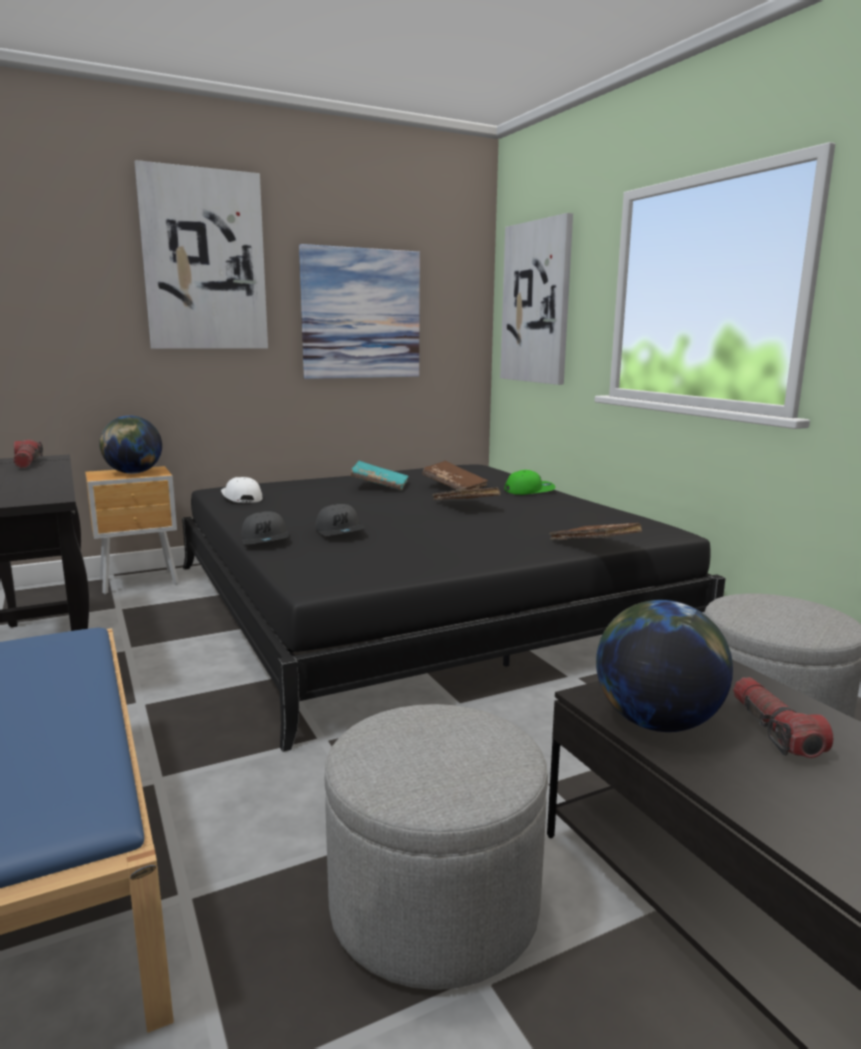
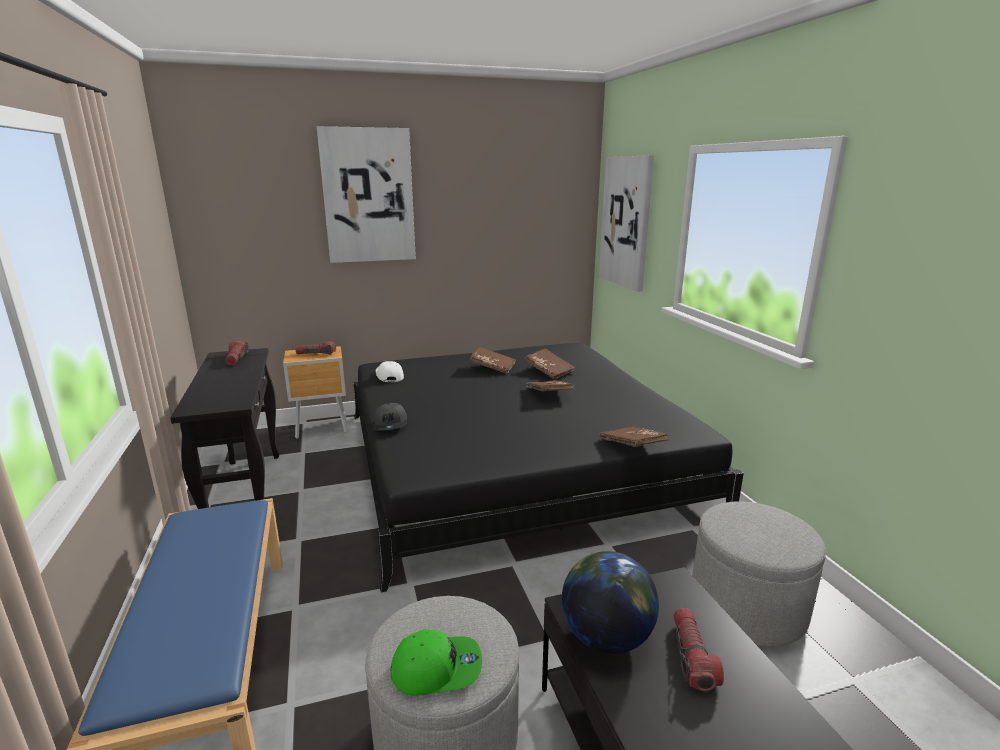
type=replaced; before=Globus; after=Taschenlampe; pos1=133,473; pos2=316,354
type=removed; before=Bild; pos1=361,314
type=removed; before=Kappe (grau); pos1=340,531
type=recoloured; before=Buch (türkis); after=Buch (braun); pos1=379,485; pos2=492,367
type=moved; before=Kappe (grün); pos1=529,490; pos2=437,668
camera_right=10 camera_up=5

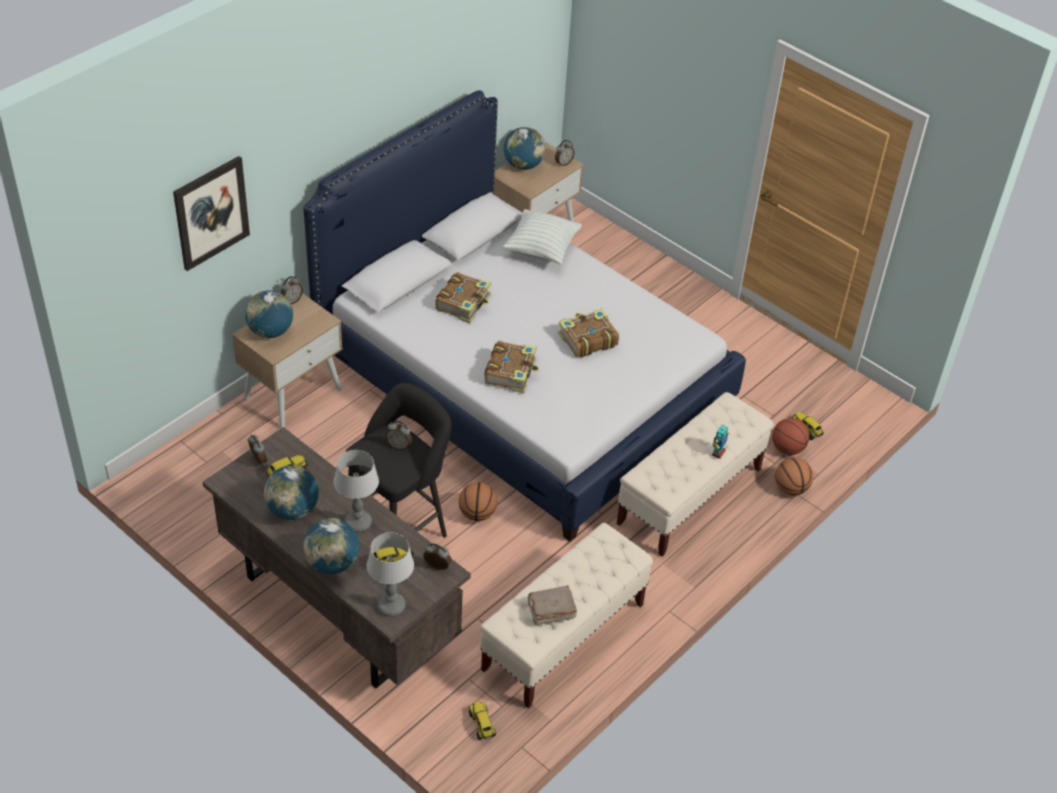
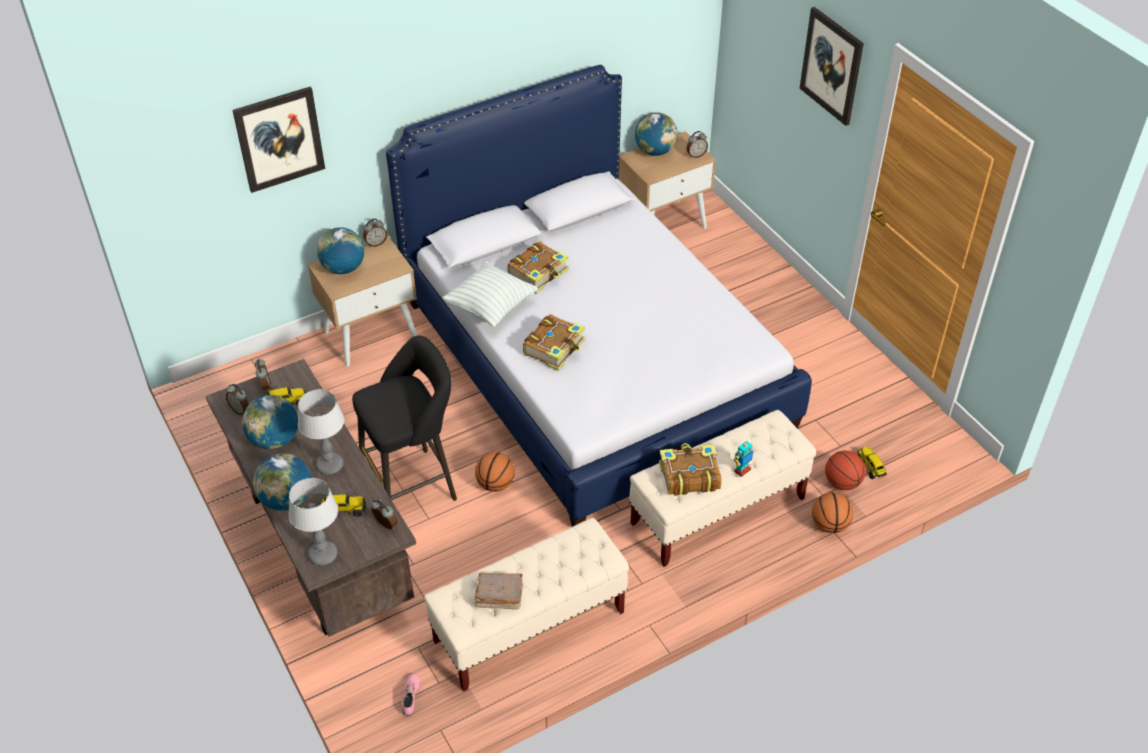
type=moved; before=Wecker; pos1=399,446; pos2=240,410
type=replaced; before=Spielzeuglaster; after=Schuh (rosa); pos1=482,725; pos2=411,697
type=moved; before=Kissen; pos1=541,250; pos2=491,307
type=moved; before=Buch; pos1=587,339; pos2=688,476
type=added; after=Bild; pos2=832,66
camera_right=20 camera_up=0

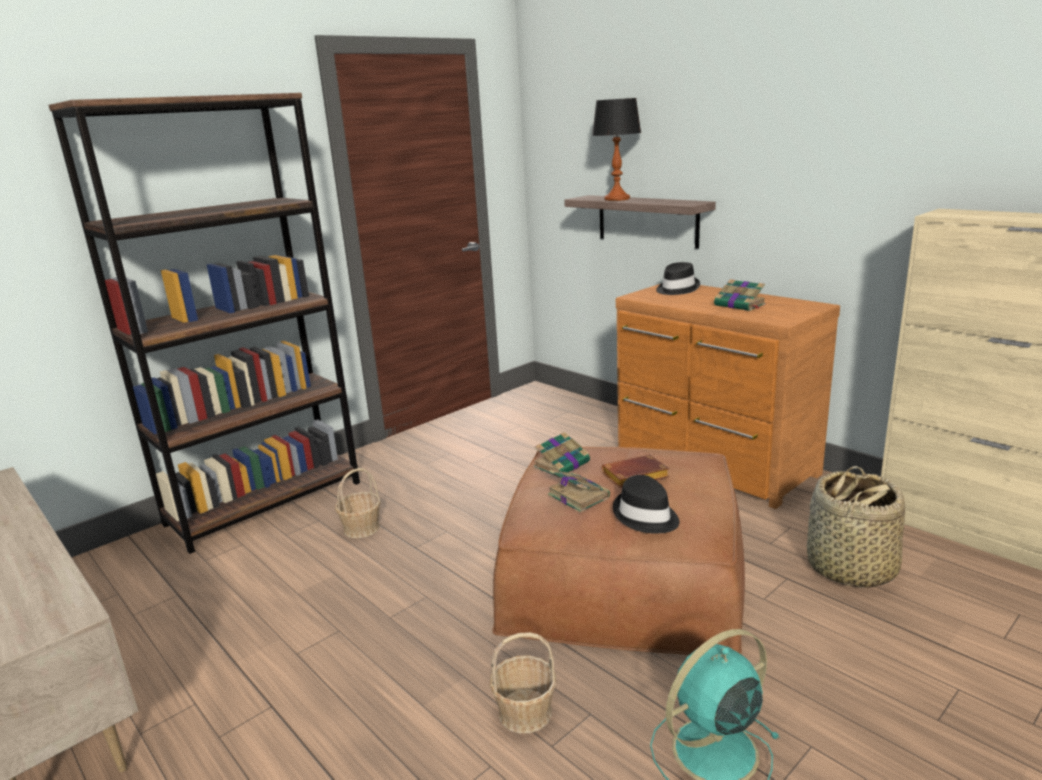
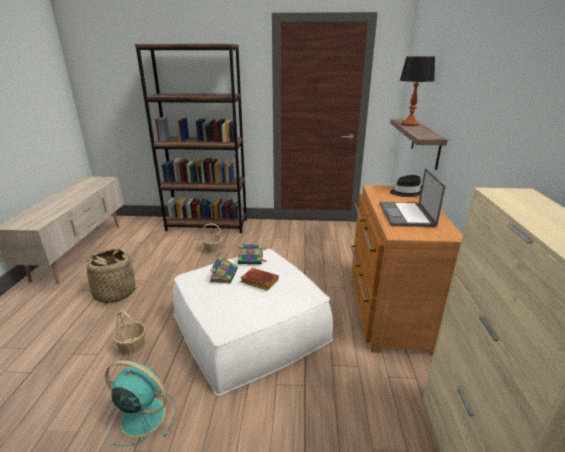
type=recoloured; before=Polsterhocker (braun); after=Polsterhocker (weiß); pos1=622,572; pos2=250,326
type=removed; before=Hut (schwarz); pos1=645,516
type=replaced; before=Buch; after=Laptop; pos1=740,305; pos2=407,215
type=moved; before=Korb; pos1=849,568; pos2=114,293
camera_right=45 camera_up=5

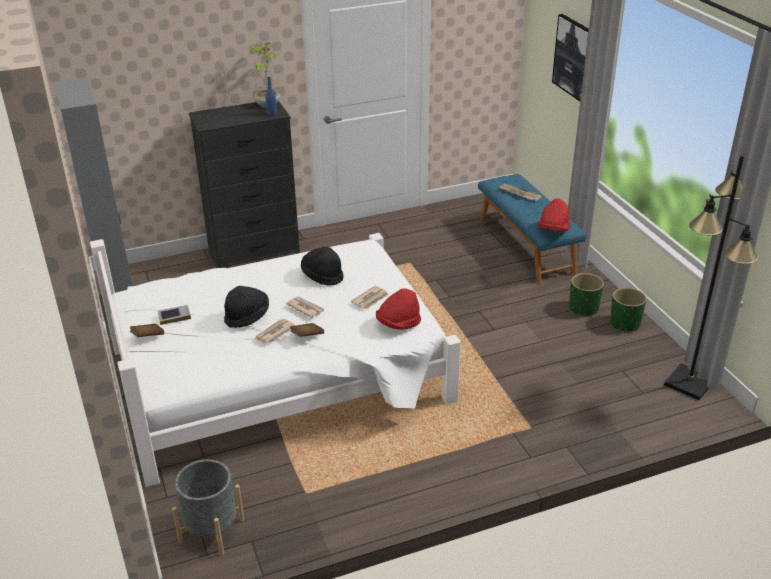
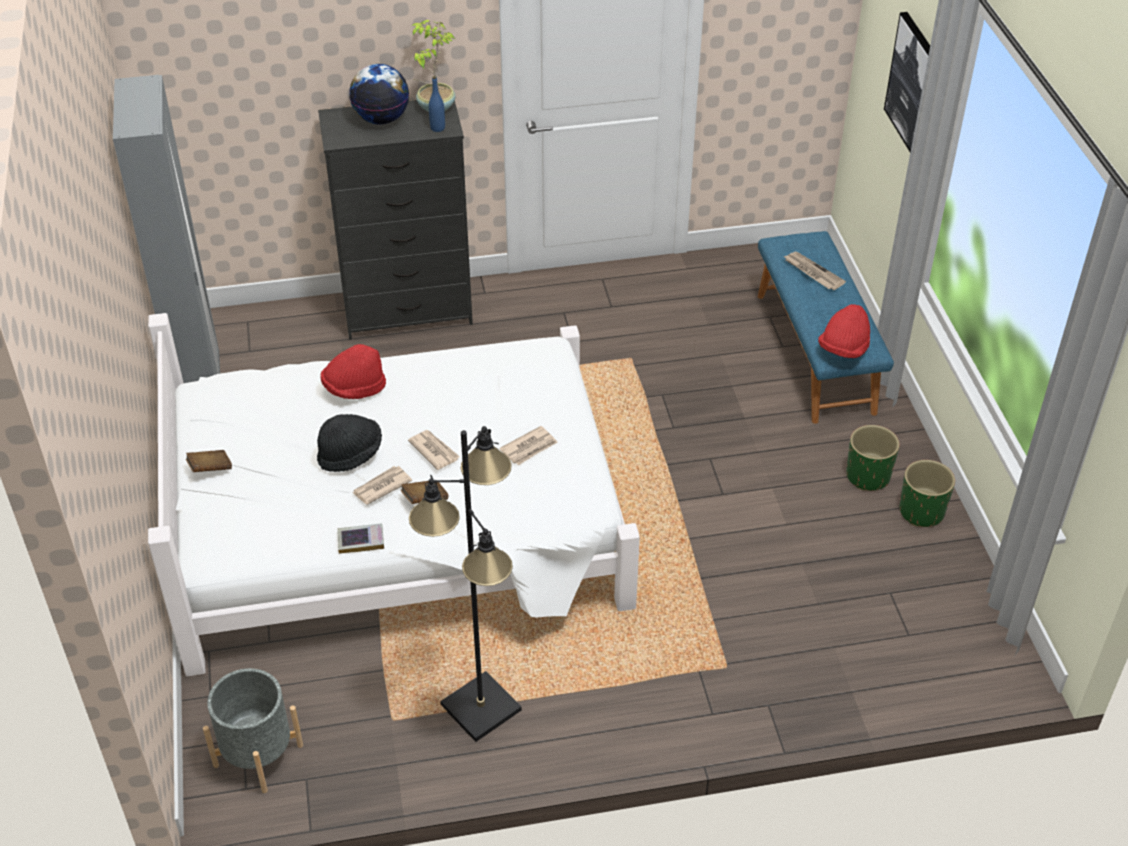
type=moved; before=Buch; pos1=174,316; pos2=361,541
type=removed; before=Hut (schwarz); pos1=322,276
type=moved; before=Hut (rot); pos1=398,324; pos2=354,388
type=moved; before=Stehlampe (schwarz); pos1=690,382; pos2=482,707
type=added; after=Globus; pos2=381,119
camera_right=10 camera_up=10

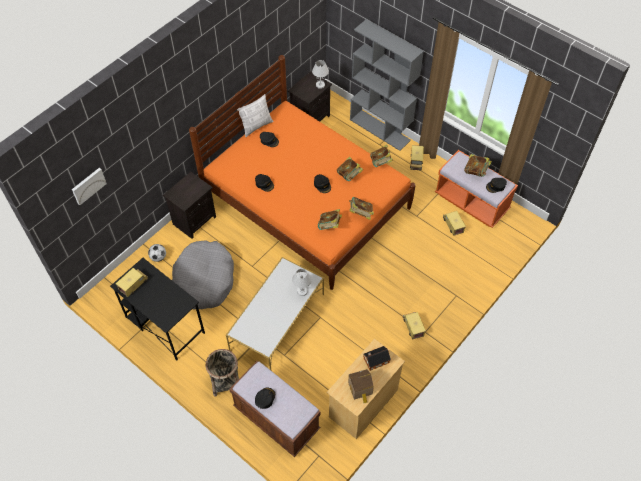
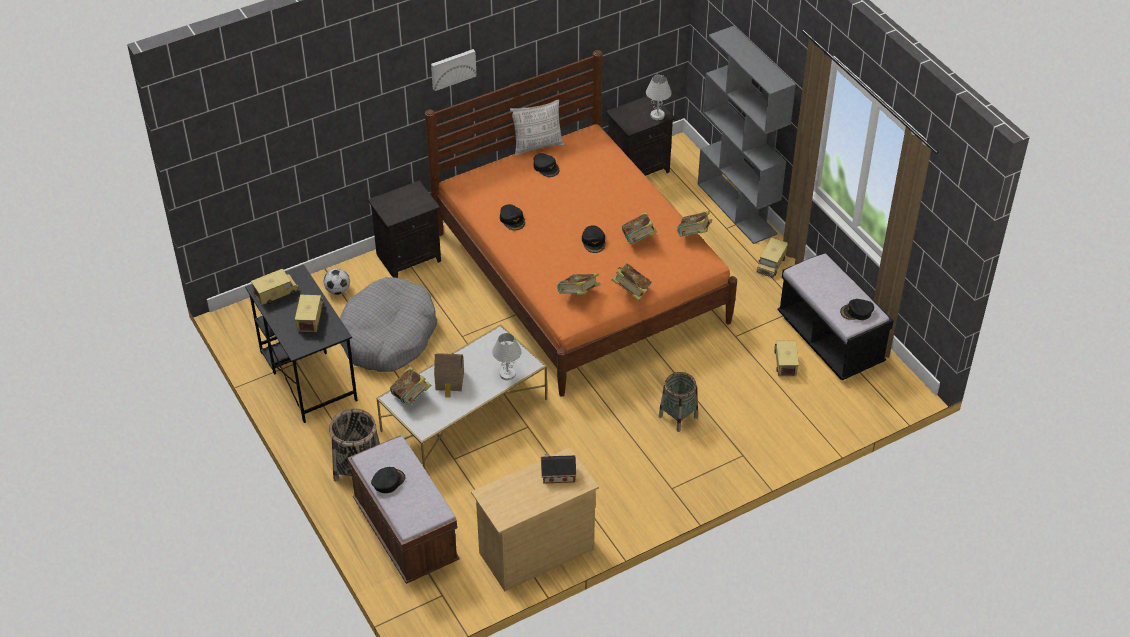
type=moved; before=Bild; pos1=88,185; pos2=452,68
type=moved; before=Spielzeughaus; pos1=360,389; pos2=450,382
type=moved; before=Spielzeuglaster; pos1=413,327; pos2=310,318
type=recoloured; before=Bank (orange); after=Bank (schwarz); pos1=471,202; pos2=830,340
type=moved; before=Buch; pos1=476,171; pos2=411,397
type=added; after=Korb; pos2=678,417
camera_right=20 camera_up=-10

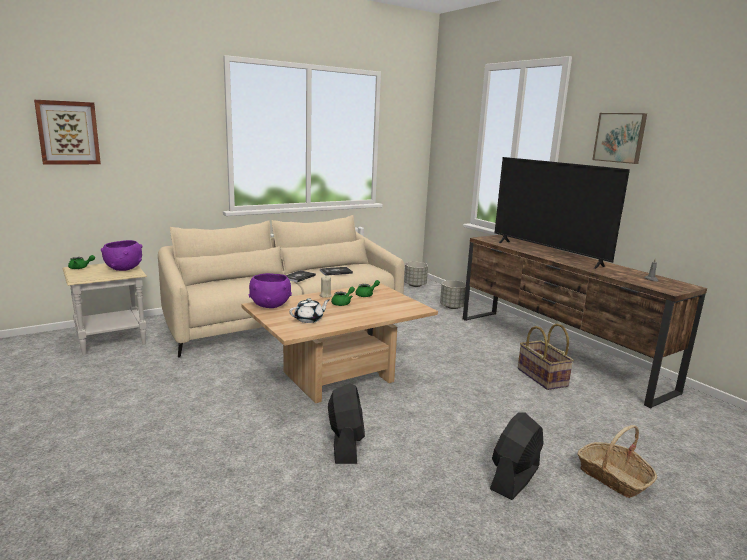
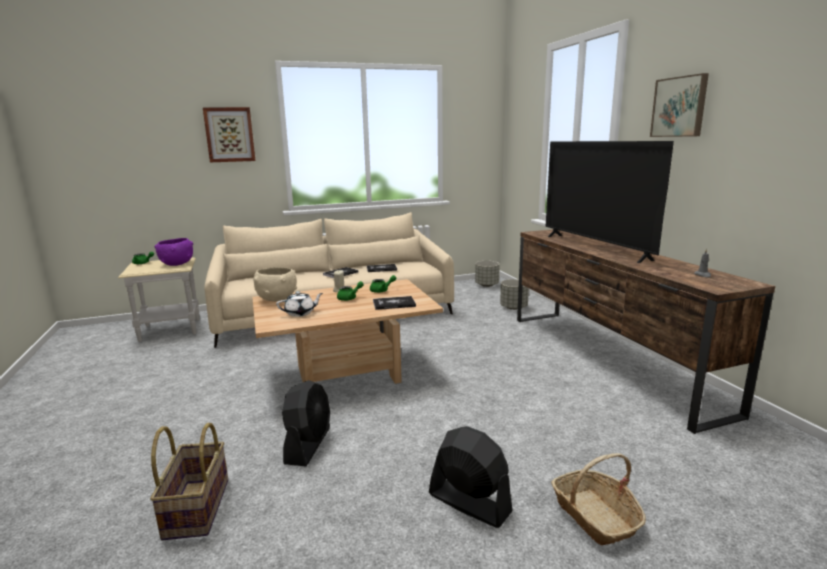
type=moved; before=Bild; pos1=68,133; pos2=229,135
type=recoloured; before=Schüssel (lila); after=Schüssel (beige); pos1=270,305; pos2=277,299
type=turned; before=Ventilator (schwarz); pos1=514,478; pos2=469,502; turn=75
type=moved; before=Korb; pos1=541,377; pos2=196,508
type=added; after=Buch; pos2=394,304
camera_right=15 camera_up=0

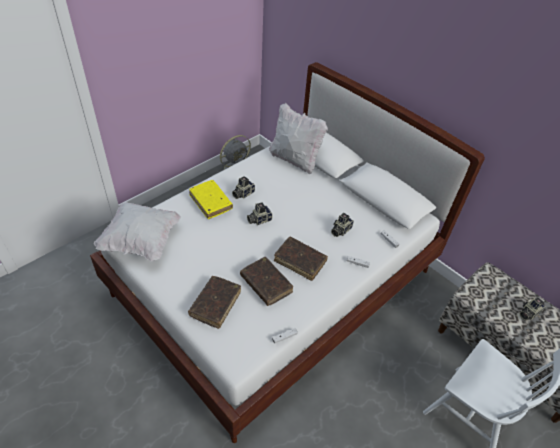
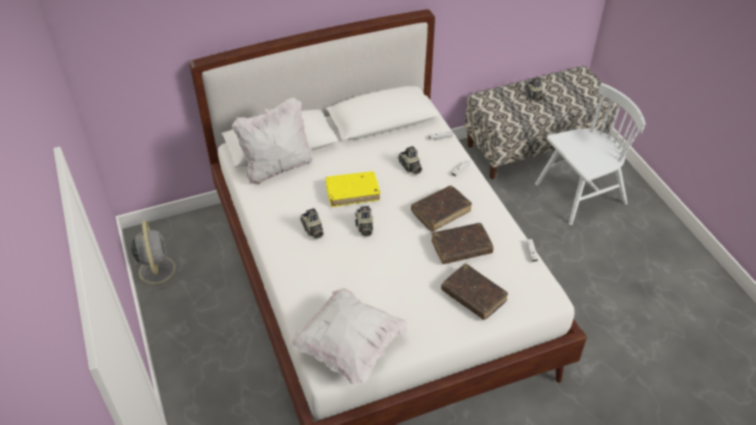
type=moved; before=Buch (gelb); pos1=211,202; pos2=352,192
camera_right=-65 camera_up=0

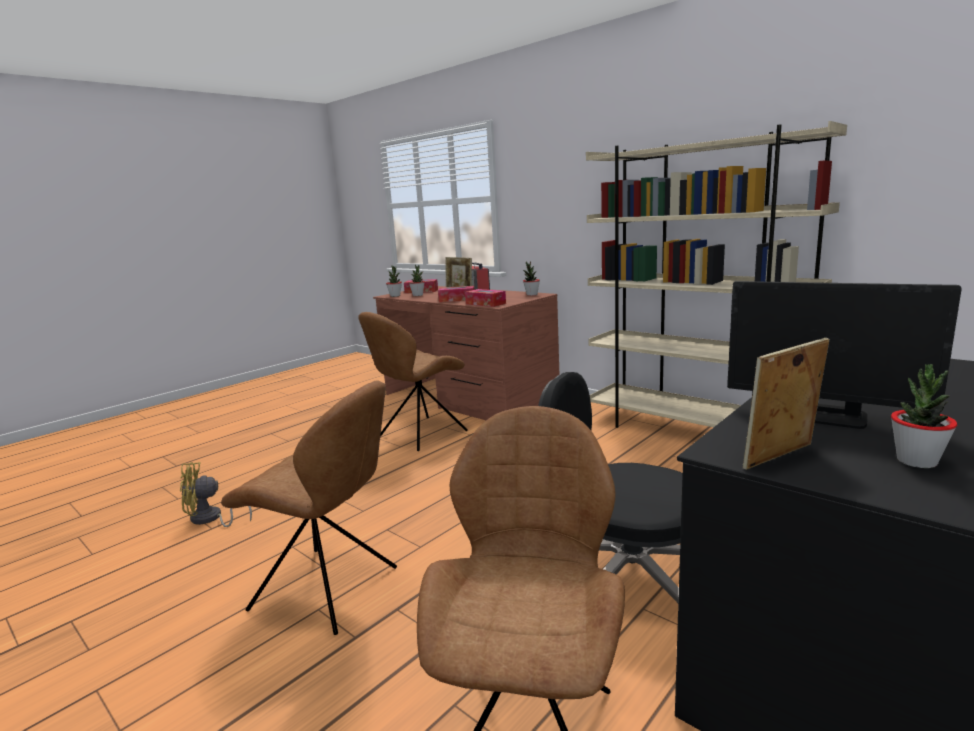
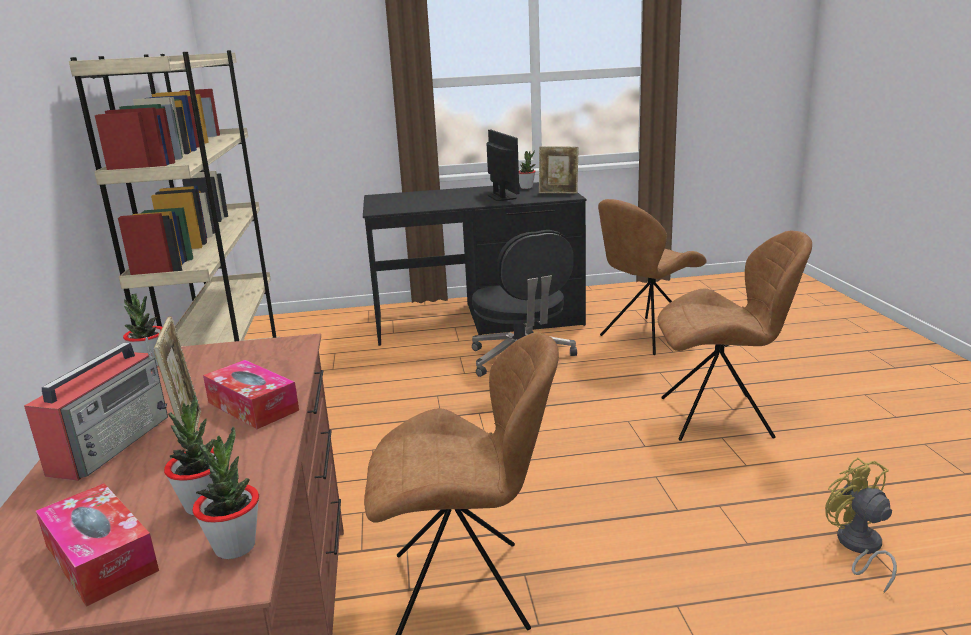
type=turned; before=Ventilator (gelb); pos1=210,519; pos2=858,547; turn=-135
type=turned; before=Stuhl (braun); pos1=329,590; pos2=720,417; turn=120
type=removed; before=Taschentuchbox; pos1=485,304
camera_right=-140 camera_up=5

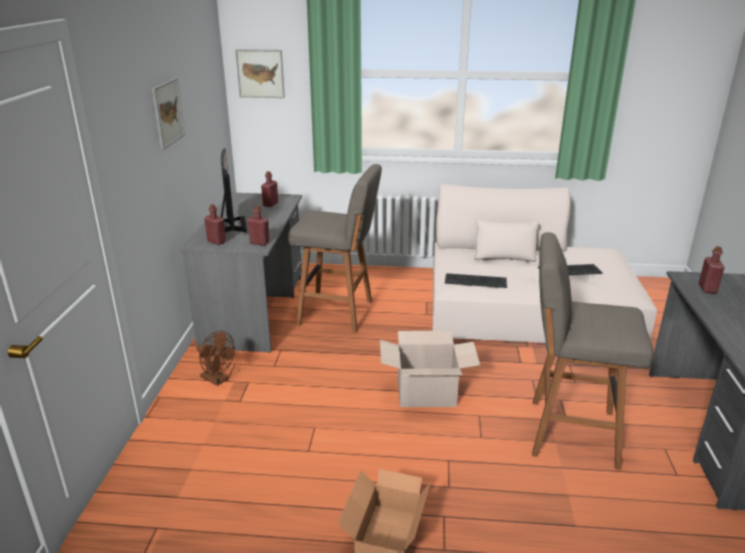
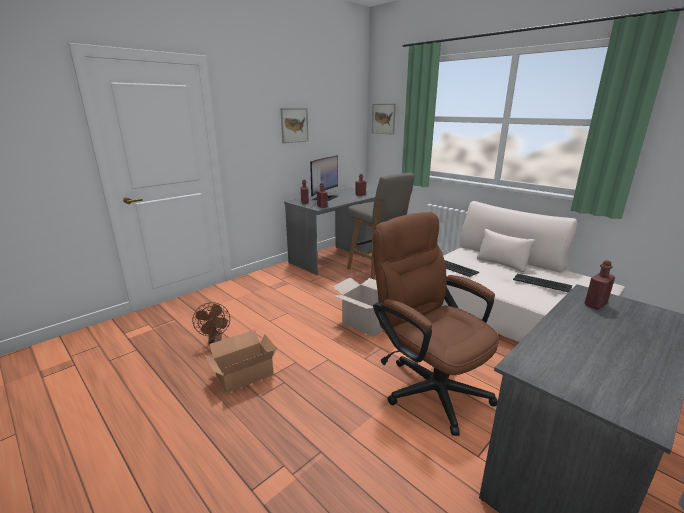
type=moved; before=Ventilator (braun); pos1=217,379; pos2=215,341
type=replaced; before=Hocker (grau); after=Bürostuhl (braun); pos1=569,432; pos2=428,385
camera_right=40 camera_up=-5

